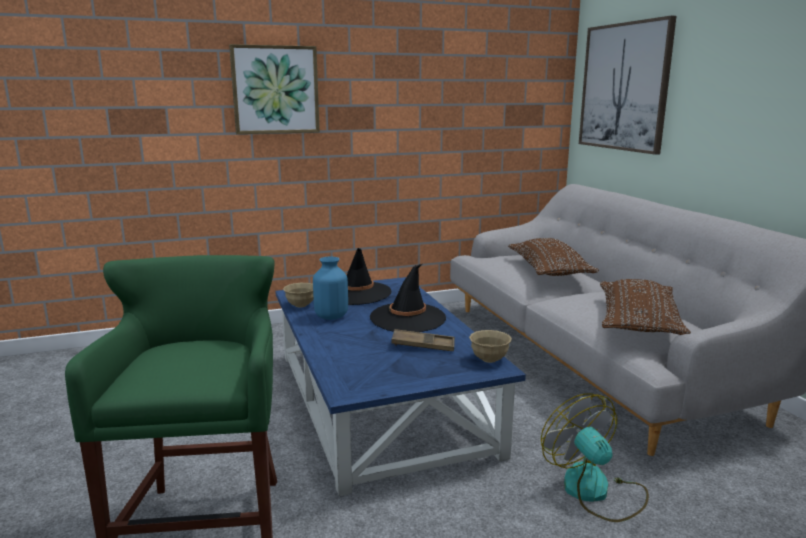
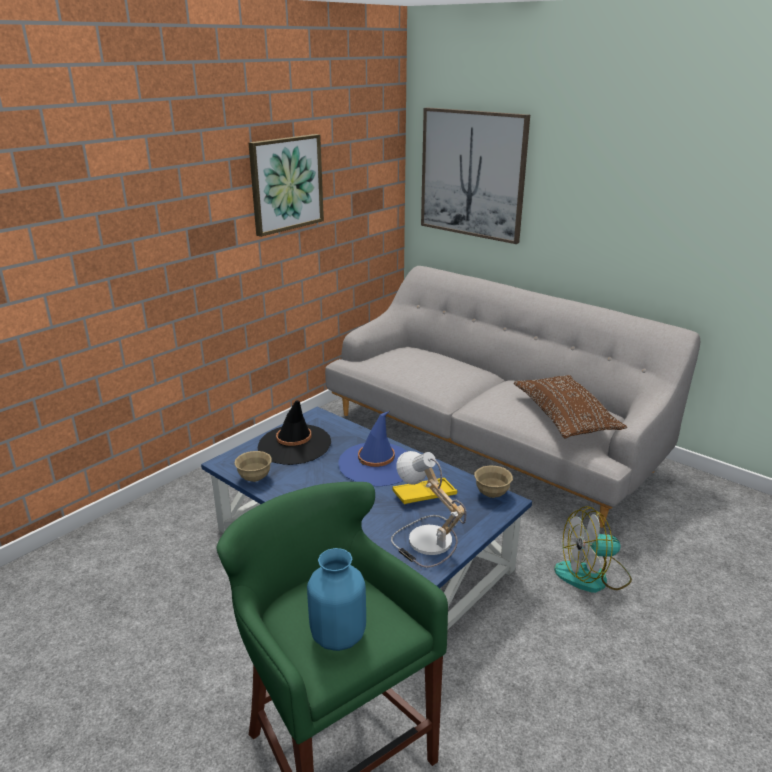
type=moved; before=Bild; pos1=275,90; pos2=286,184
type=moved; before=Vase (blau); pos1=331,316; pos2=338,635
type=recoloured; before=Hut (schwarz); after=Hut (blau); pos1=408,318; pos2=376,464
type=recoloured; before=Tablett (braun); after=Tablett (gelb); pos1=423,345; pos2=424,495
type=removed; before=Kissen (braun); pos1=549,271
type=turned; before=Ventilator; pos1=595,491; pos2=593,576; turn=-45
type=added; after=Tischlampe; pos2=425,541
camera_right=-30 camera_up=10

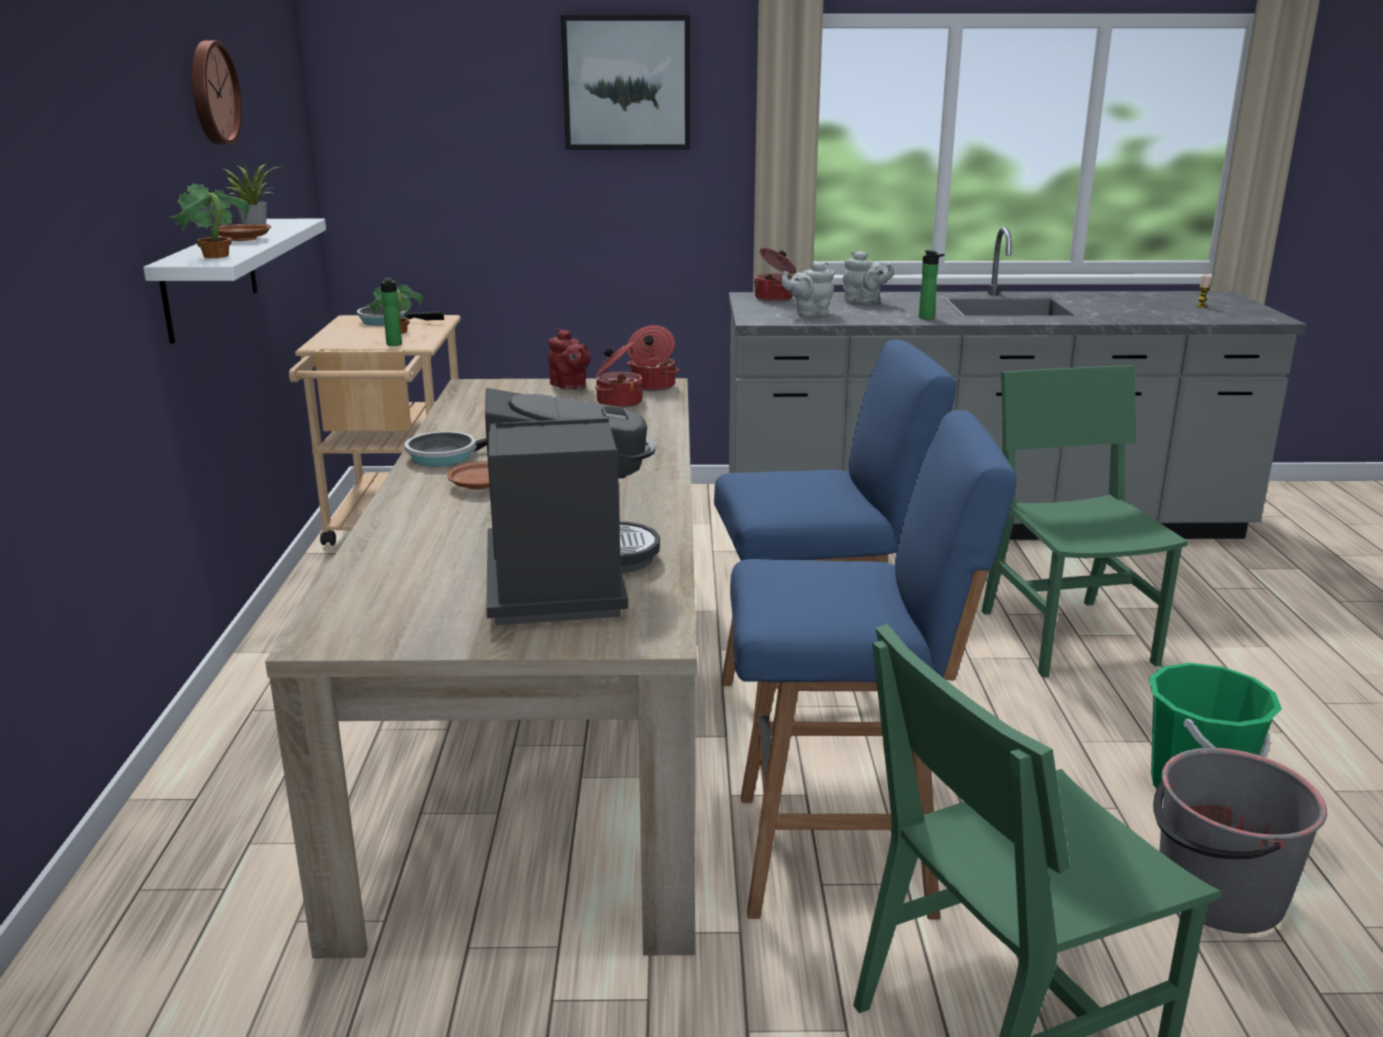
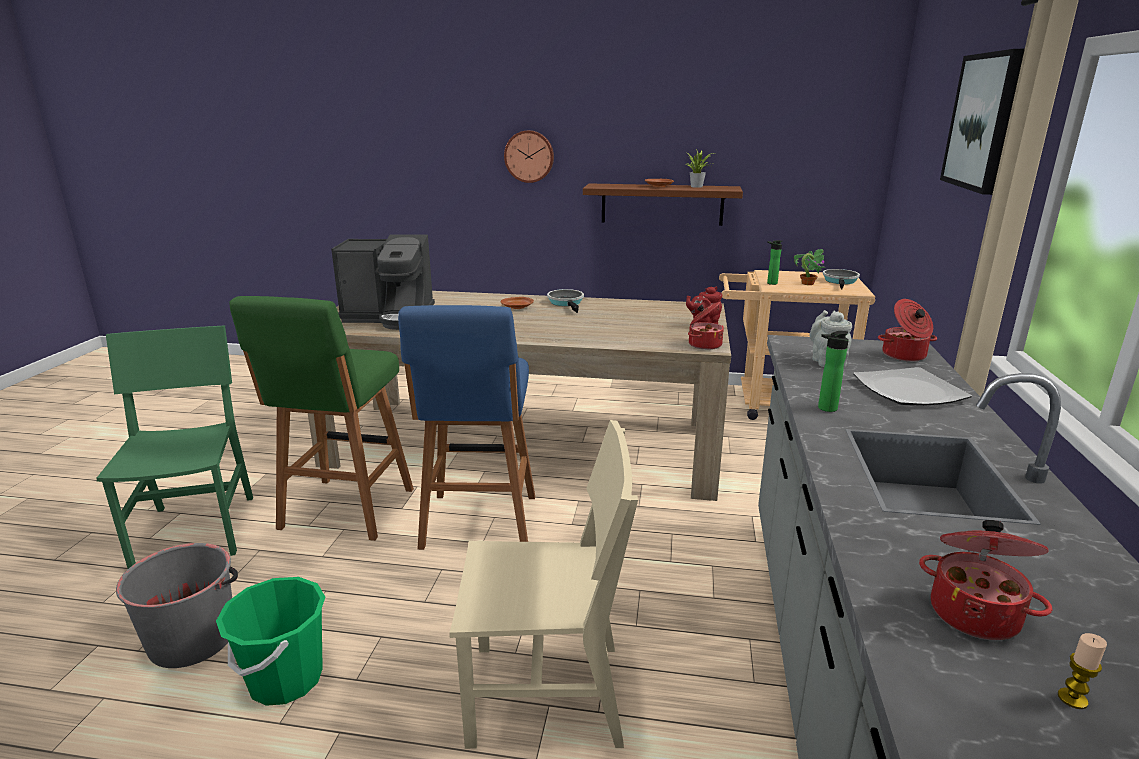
type=recoloured; before=Wandregal (weiß); after=Wandregal (braun); pos1=210,278; pos2=662,204
type=removed; before=Topfpflanze; pos1=215,256
type=moved; before=Wanduhr; pos1=211,93; pos2=529,156
type=moved; before=Kochtopf; pos1=618,402; pos2=974,613
type=recoloured; before=Hocker (blau); after=Hocker (grün); pos1=843,853; pos2=345,511
type=replaced; before=Teekanne (grau); after=Teller; pos1=864,302; pos2=909,390
type=recoloured; before=Stuhl (grün); after=Stuhl (beige); pos1=1067,637; pos2=546,694
camera_right=100 camera_up=0

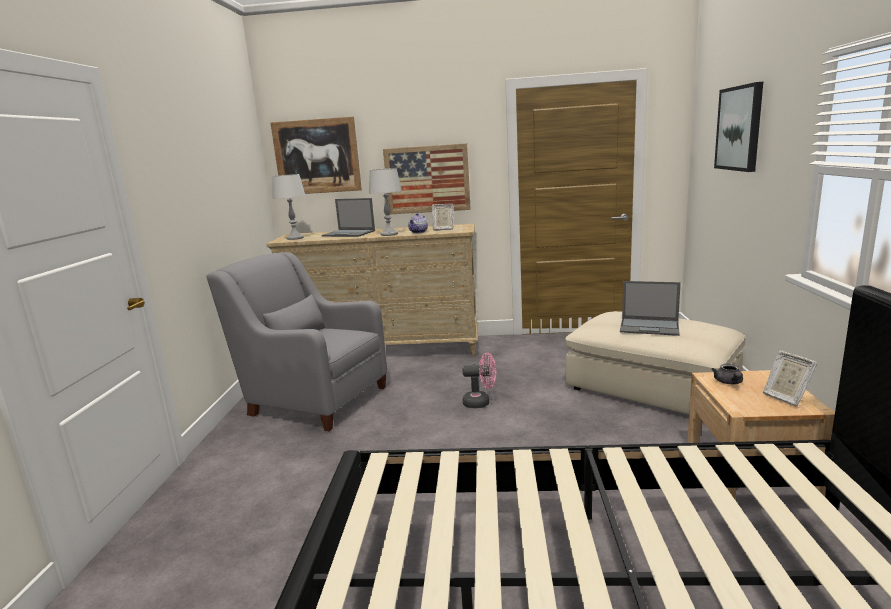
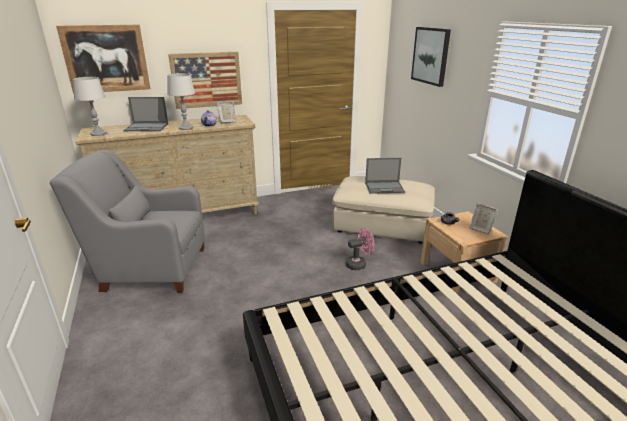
type=moved; before=Ventilator (rosa); pos1=481,402; pos2=359,264
camera_right=-25 camera_up=10

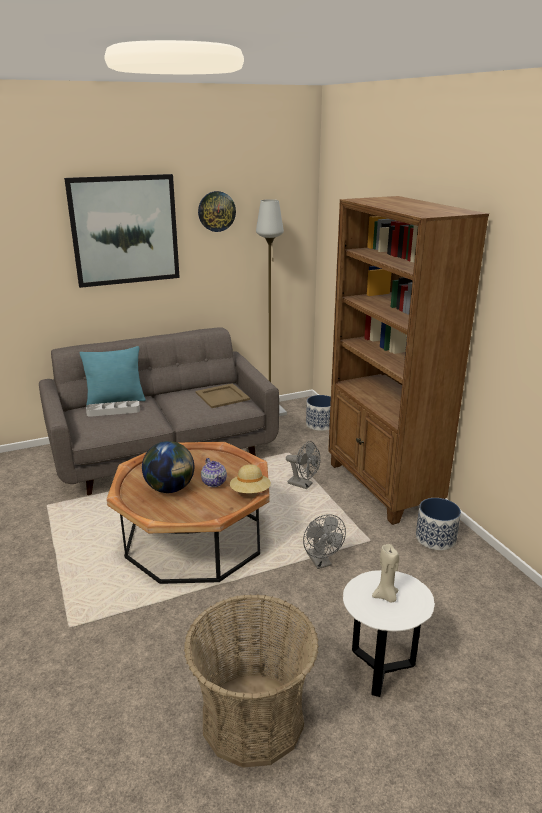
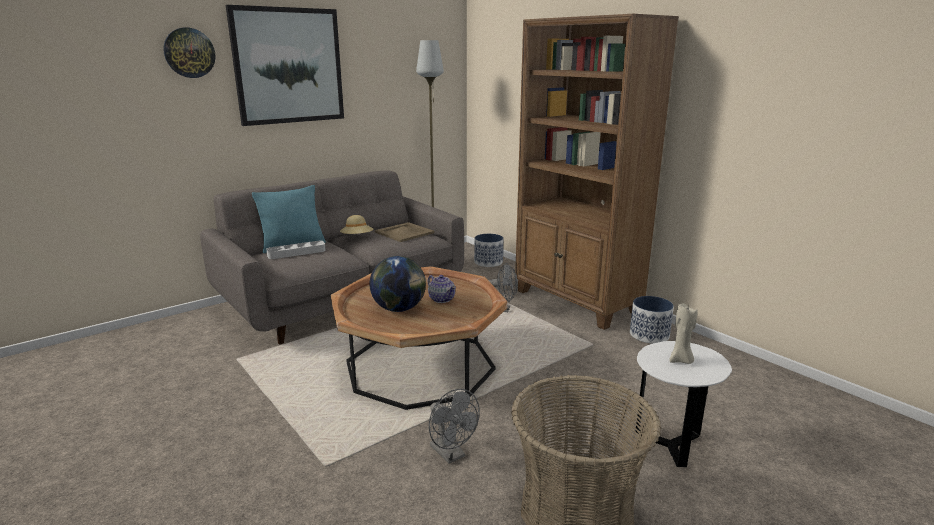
type=moved; before=Wanduhr; pos1=216,211; pos2=189,53
type=moved; before=Hut (beige); pos1=250,492; pos2=357,238
type=moved; before=Ventilator (grau); pos1=321,562; pos2=451,454
camera_right=-15 camera_up=-5

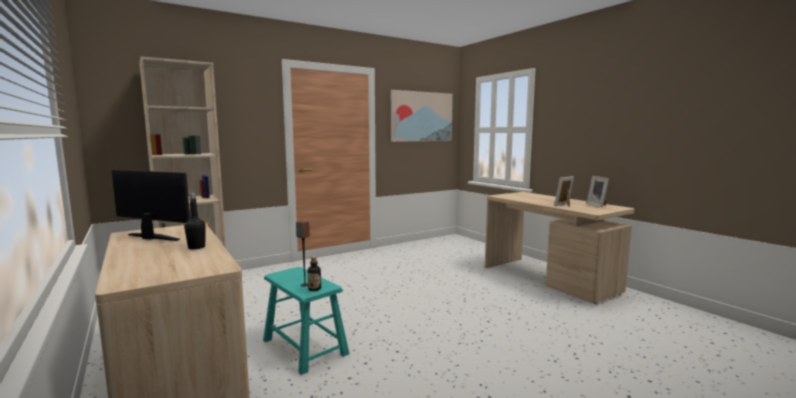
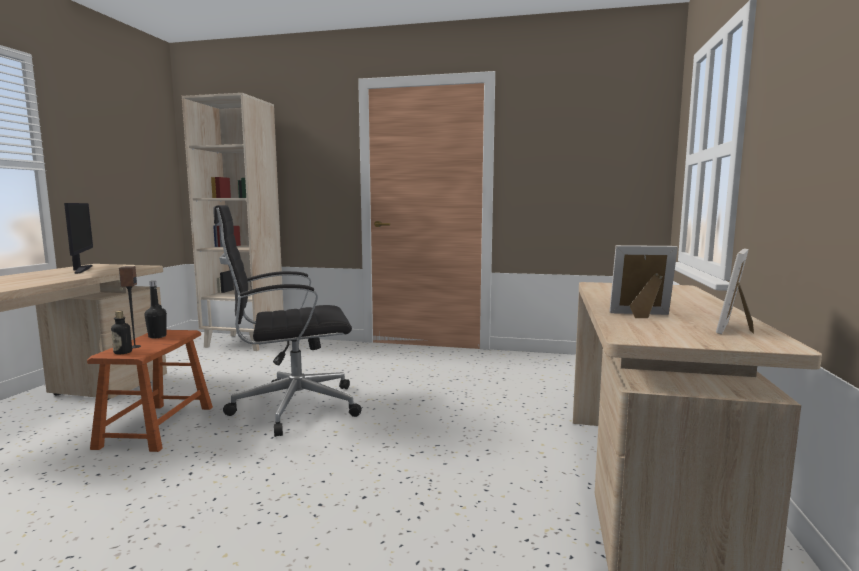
type=moved; before=Flasche (schwarz); pos1=196,247; pos2=157,336
type=recoloured; before=Hocker (türkis); after=Hocker (braun); pos1=304,347; pos2=157,426
type=removed; before=Bild; pos1=421,116
type=added; after=Bürostuhl (schwarz); pos2=292,407
camera_right=45 camera_up=0

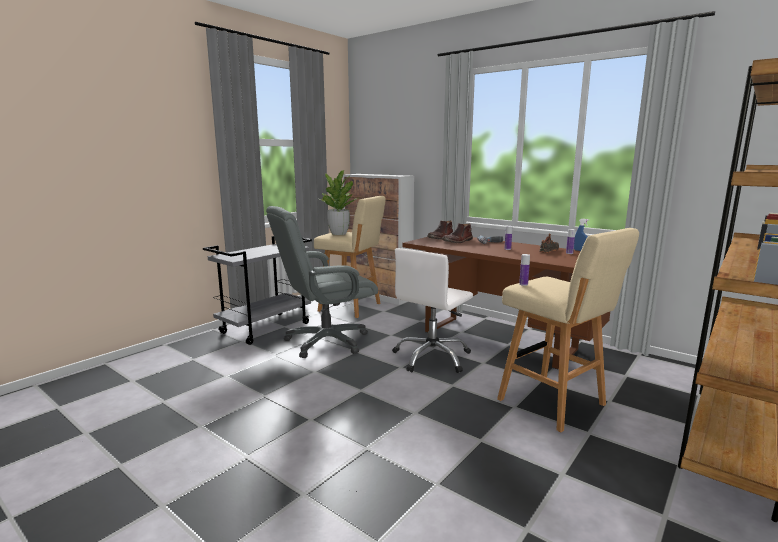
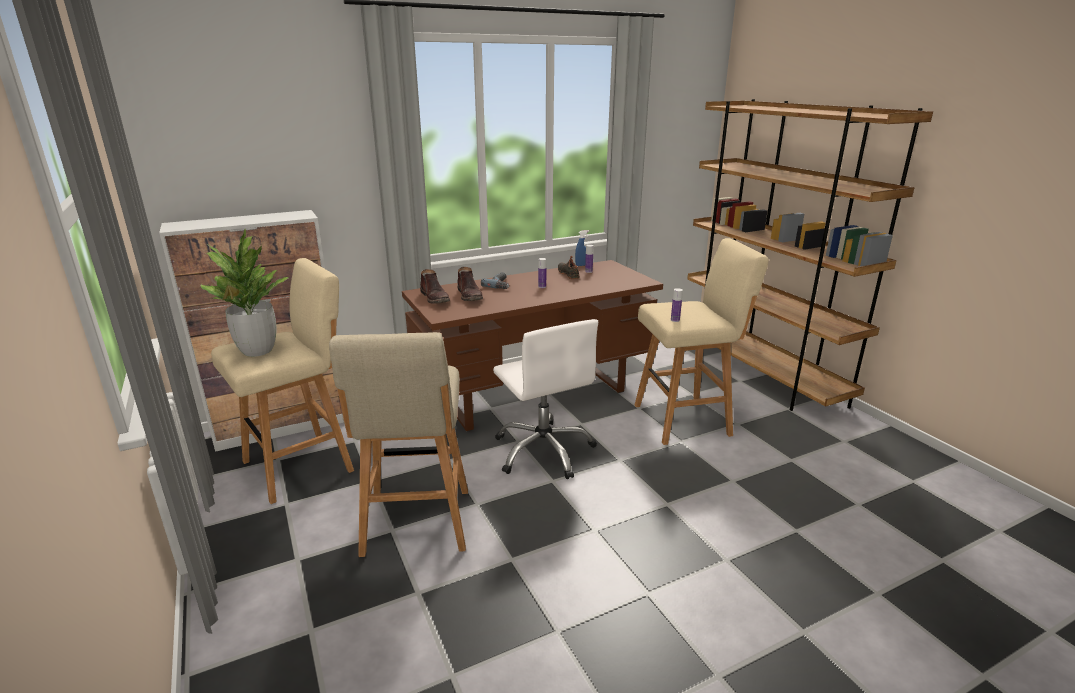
type=removed; before=Rollwagen (grau); pos1=266,328
type=replaced; before=Bürostuhl (grau); after=Hocker (beige); pos1=326,342; pos2=416,525
camera_right=-65 camera_up=10

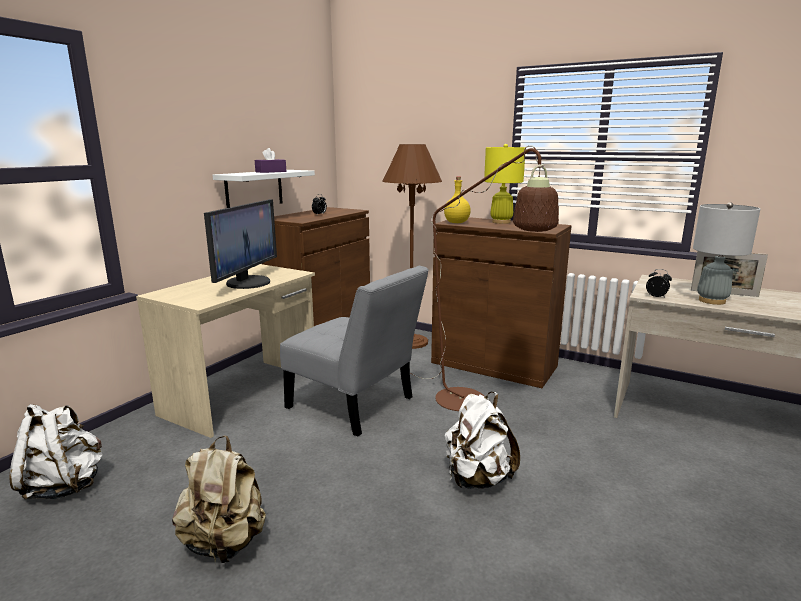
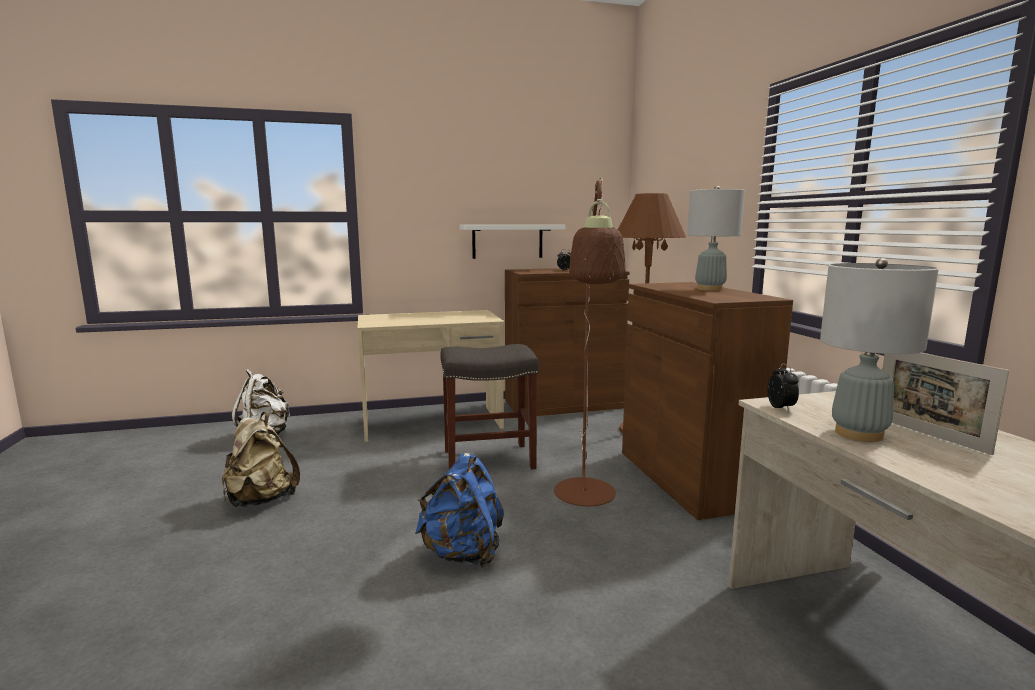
type=removed; before=Monitor; pos1=247,282
type=removed; before=Taschentuchbox (lila); pos1=271,172
type=replaced; before=Stuhl (grau); after=Hocker (grau); pos1=355,405; pos2=487,459
type=removed; before=Flasche (gelb); pos1=457,222
type=recoloured; before=Rucksack (weiß); after=Rucksack (blau); pos1=477,478; pos2=463,553
type=recoloured; before=Tischlampe (gelb); after=Tischlampe (grau); pos1=501,222; pos2=709,289
camera_right=45 camera_up=-5

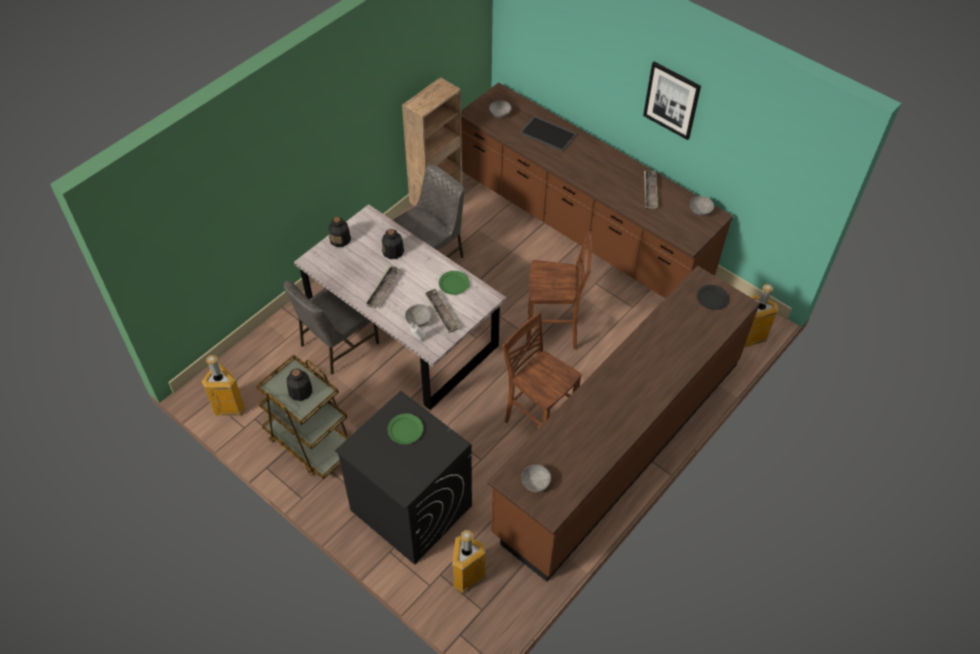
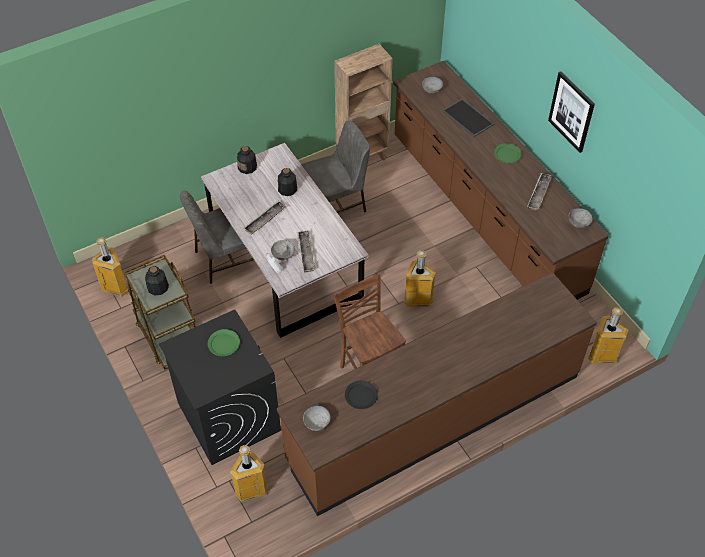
type=moved; before=Teller (grün); pos1=454,284; pos2=507,154
type=replaced; before=Hocker (braun); after=Mülleimer; pos1=553,332; pos2=418,300
type=moved; before=Teller (schwarz); pos1=712,298; pos2=361,395
camera_right=20 camera_up=0

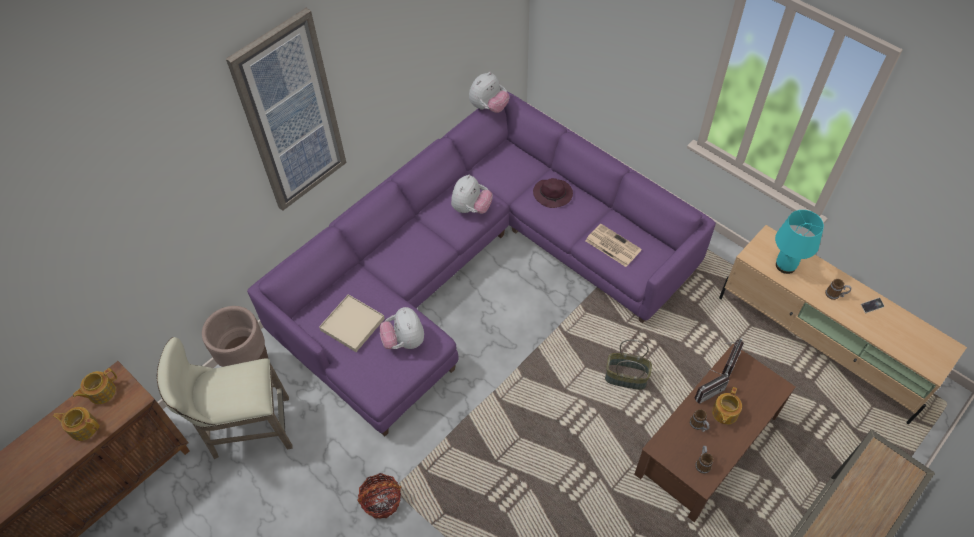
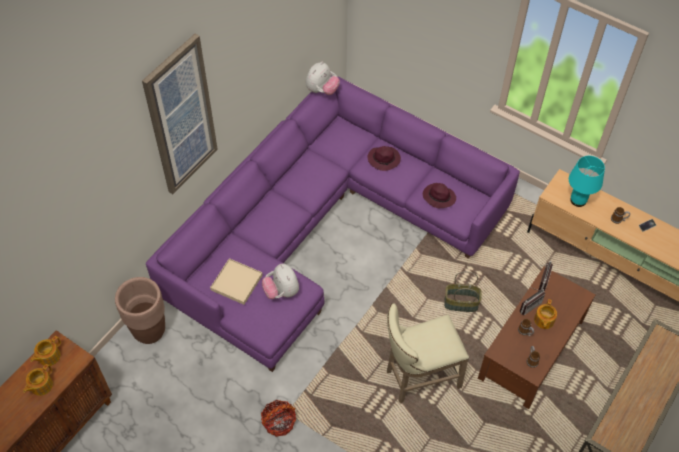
type=turned; before=Teekanne; pos1=83,427; pos2=40,385; turn=-60
type=moved; before=Hocker (beige); pos1=246,430; pos2=418,378
type=removed; before=Plüschtier; pos1=471,208
type=replaced; before=Zeitung; after=Hut (lila); pos1=612,245; pos2=438,197
camera_right=-10 camera_up=0

